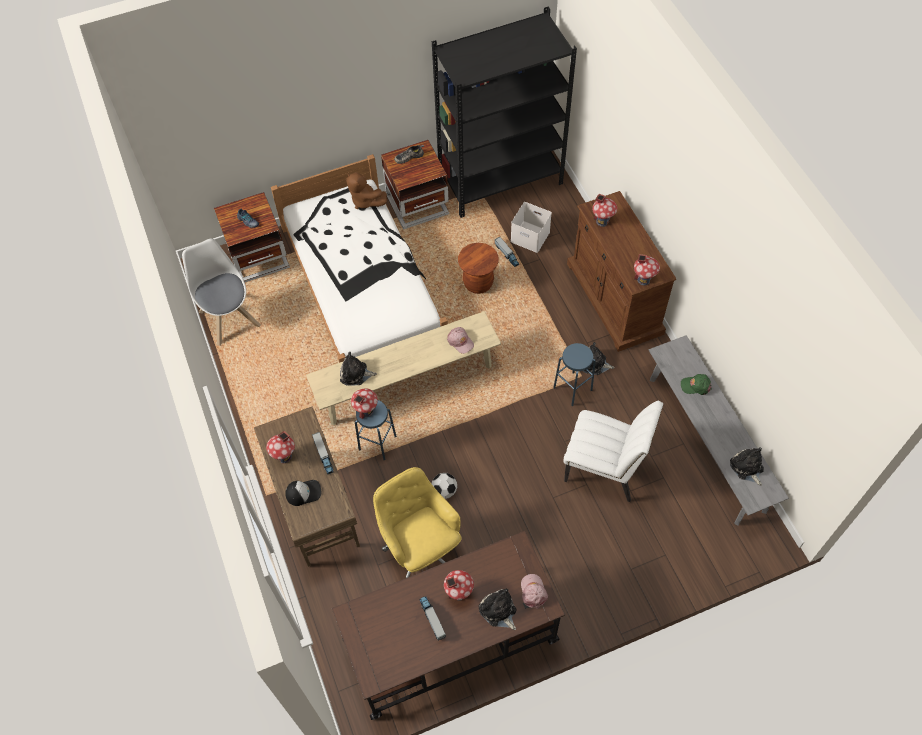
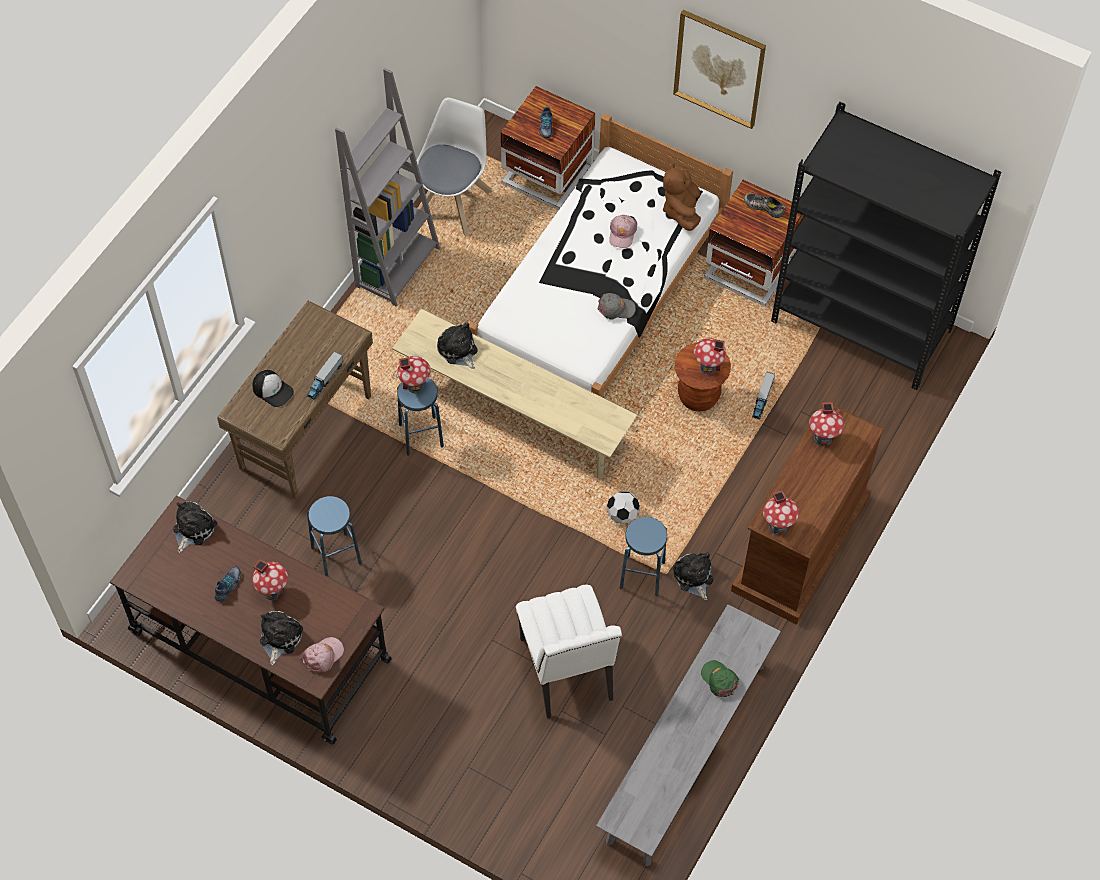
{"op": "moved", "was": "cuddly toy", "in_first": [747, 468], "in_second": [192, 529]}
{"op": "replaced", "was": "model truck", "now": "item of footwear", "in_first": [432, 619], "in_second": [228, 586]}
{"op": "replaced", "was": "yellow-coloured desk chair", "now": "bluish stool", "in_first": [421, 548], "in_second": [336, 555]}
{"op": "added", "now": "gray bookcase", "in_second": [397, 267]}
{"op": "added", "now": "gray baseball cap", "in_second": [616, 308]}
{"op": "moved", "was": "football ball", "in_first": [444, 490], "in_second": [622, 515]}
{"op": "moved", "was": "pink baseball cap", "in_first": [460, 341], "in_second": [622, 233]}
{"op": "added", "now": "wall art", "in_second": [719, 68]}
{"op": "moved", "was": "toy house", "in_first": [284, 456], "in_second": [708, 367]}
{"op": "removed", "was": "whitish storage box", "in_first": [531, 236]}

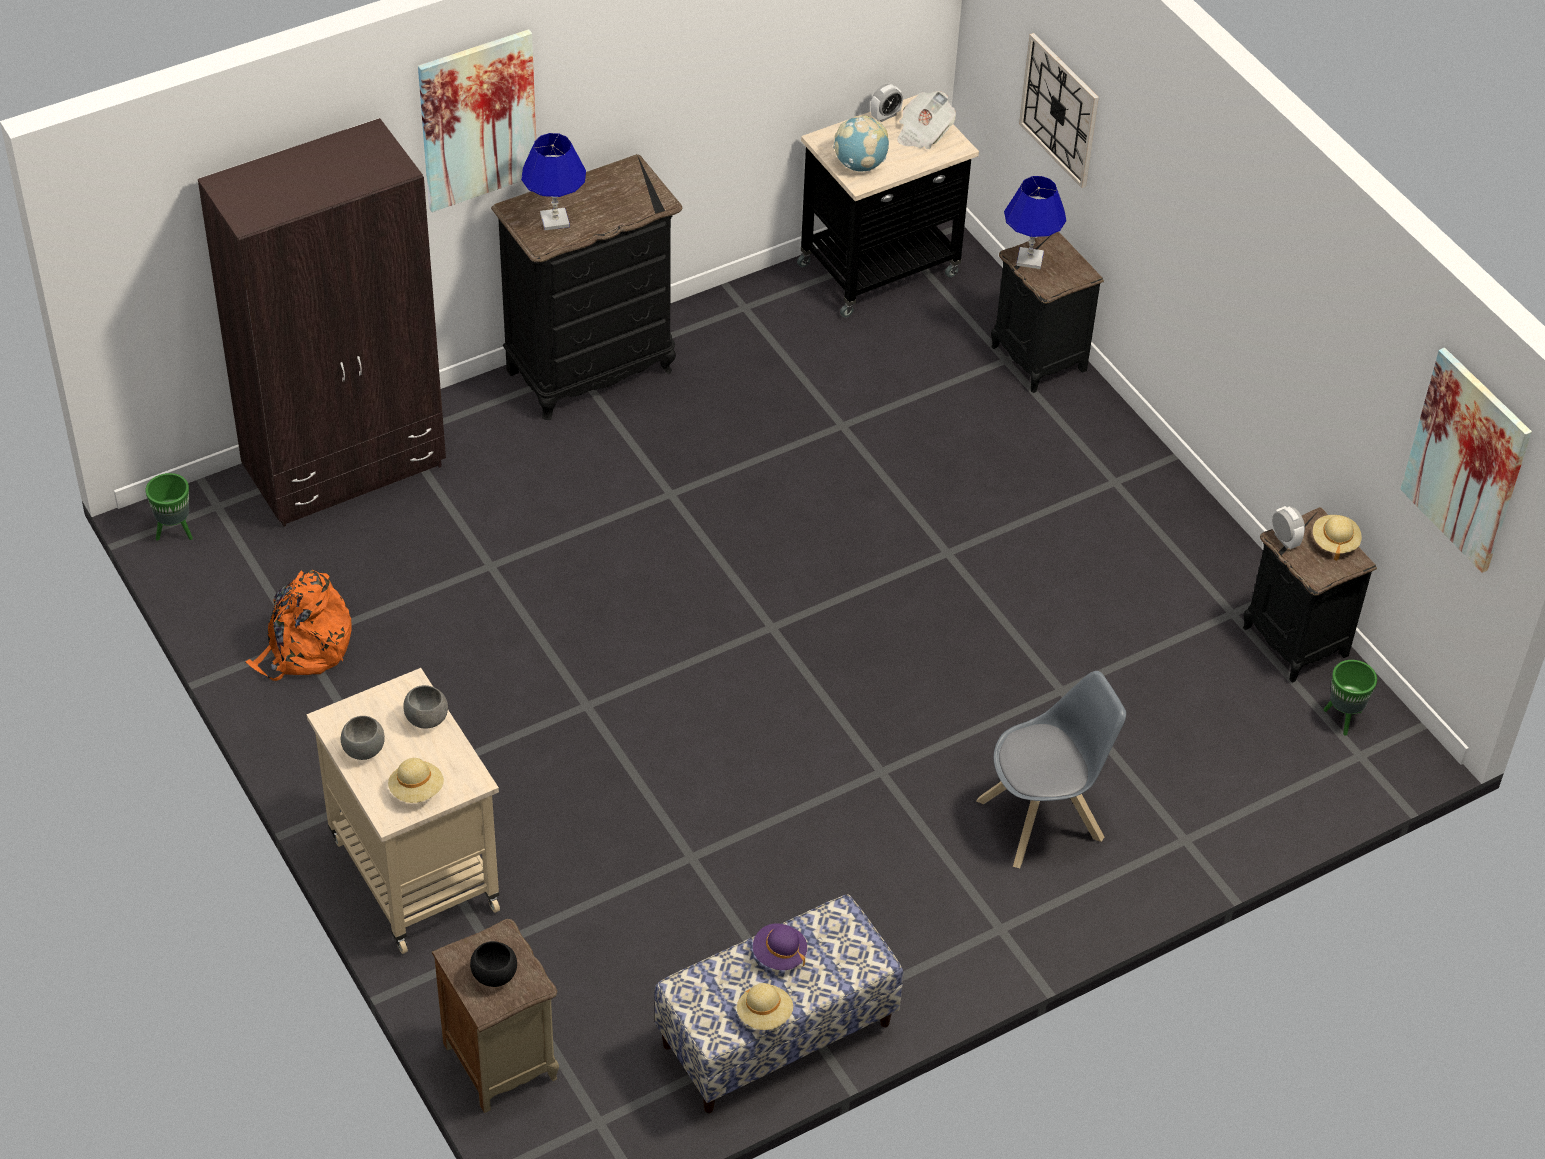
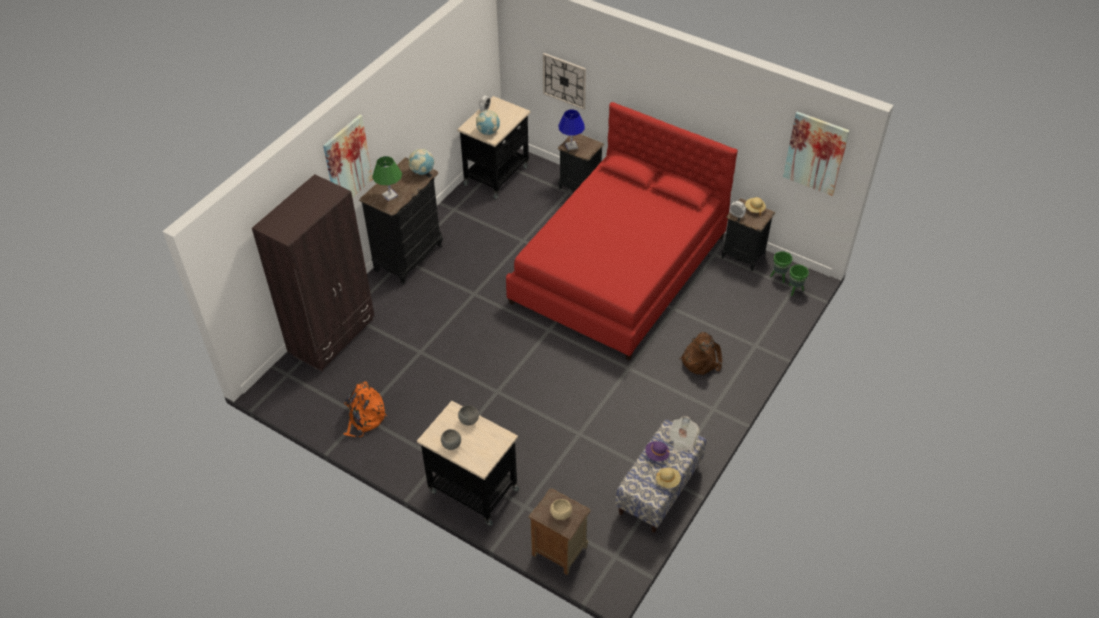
{"op": "recoloured", "was": "bluish table lamp", "now": "green table lamp", "in_first": [555, 220], "in_second": [390, 195]}
{"op": "added", "now": "desk globe", "in_second": [422, 171]}
{"op": "recoloured", "was": "beige-coloured wheeled cart", "now": "black-coloured wheeled cart", "in_first": [413, 873], "in_second": [472, 490]}
{"op": "added", "now": "reddish sleeping bed", "in_second": [619, 269]}
{"op": "recoloured", "was": "black-coloured bowl", "now": "beige-coloured bowl", "in_first": [494, 976], "in_second": [561, 514]}
{"op": "moved", "was": "newspaper", "in_first": [923, 133], "in_second": [682, 440]}
{"op": "replaced", "was": "gray chair", "now": "brown knapsack", "in_first": [1043, 818], "in_second": [700, 359]}
{"op": "moved", "was": "green flower pot", "in_first": [174, 532], "in_second": [794, 290]}
{"op": "removed", "was": "beige-coloured clothing hat", "in_first": [417, 790]}

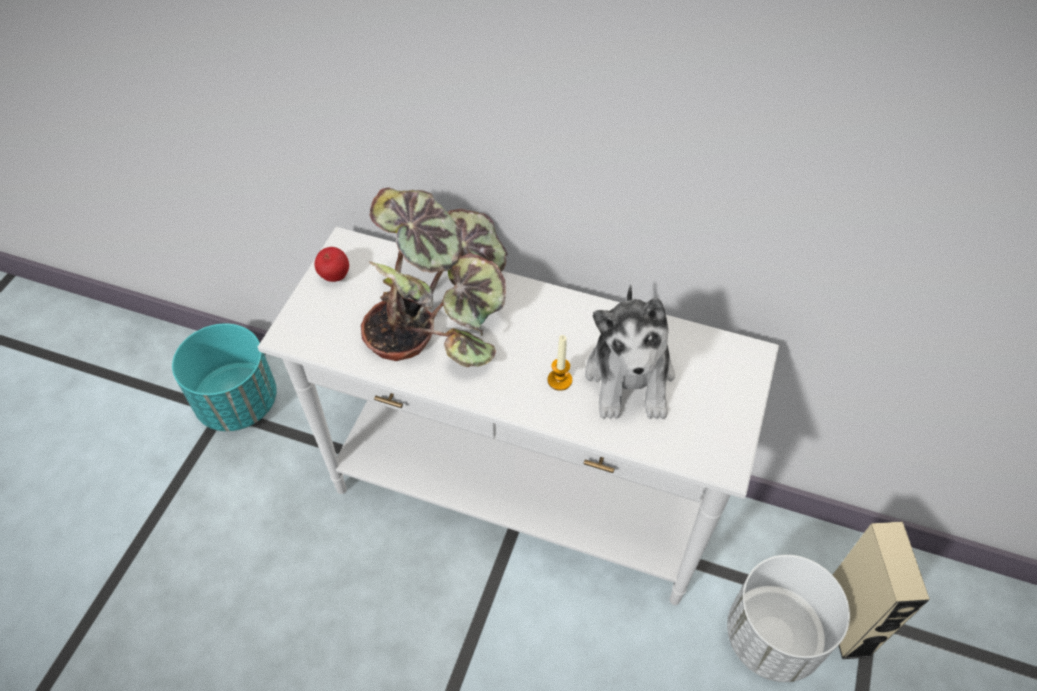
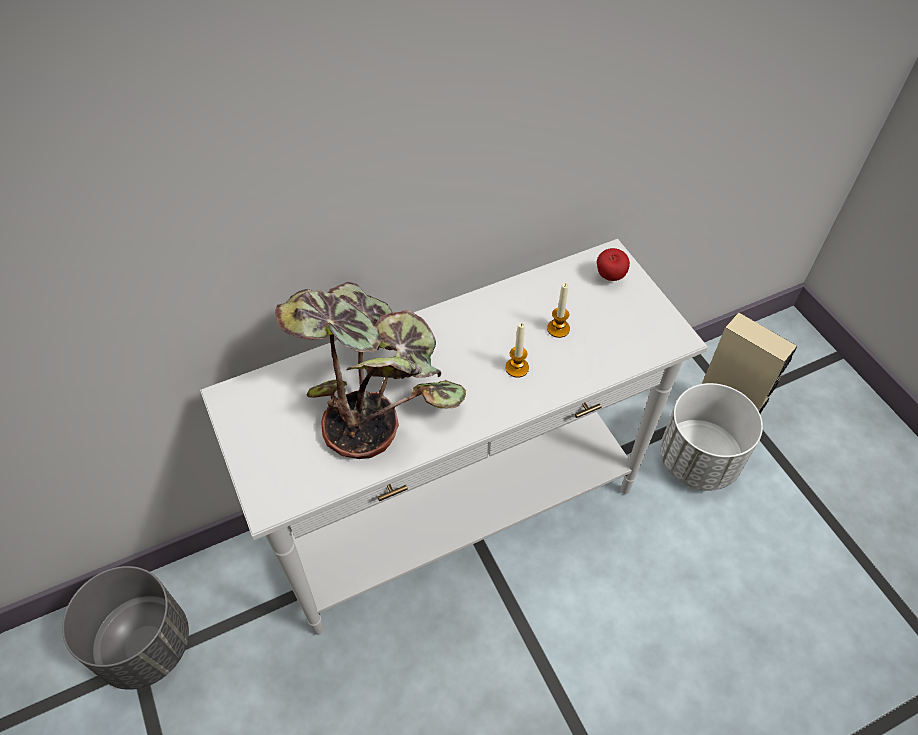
{"op": "recoloured", "was": "blue-green flower pot", "now": "gray flower pot", "in_first": [238, 402], "in_second": [145, 644]}
{"op": "replaced", "was": "cuddly toy", "now": "candle", "in_first": [630, 377], "in_second": [558, 329]}
{"op": "moved", "was": "apple fruit", "in_first": [335, 277], "in_second": [609, 277]}

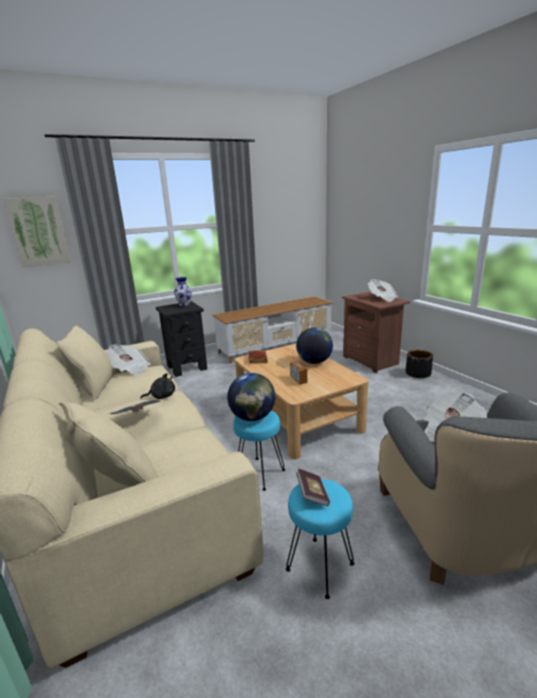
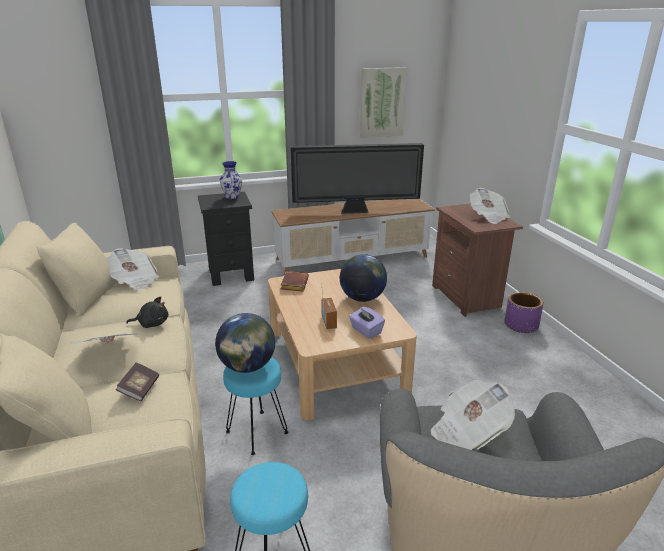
{"op": "moved", "was": "book", "in_first": [312, 494], "in_second": [140, 389]}
{"op": "added", "now": "TV", "in_second": [356, 211]}
{"op": "added", "now": "purple-coloured tissue box", "in_second": [366, 330]}
{"op": "moved", "was": "wall art", "in_first": [39, 232], "in_second": [382, 103]}
{"op": "recoloured", "was": "black-coloured flower pot", "now": "purple-coloured flower pot", "in_first": [417, 373], "in_second": [520, 325]}

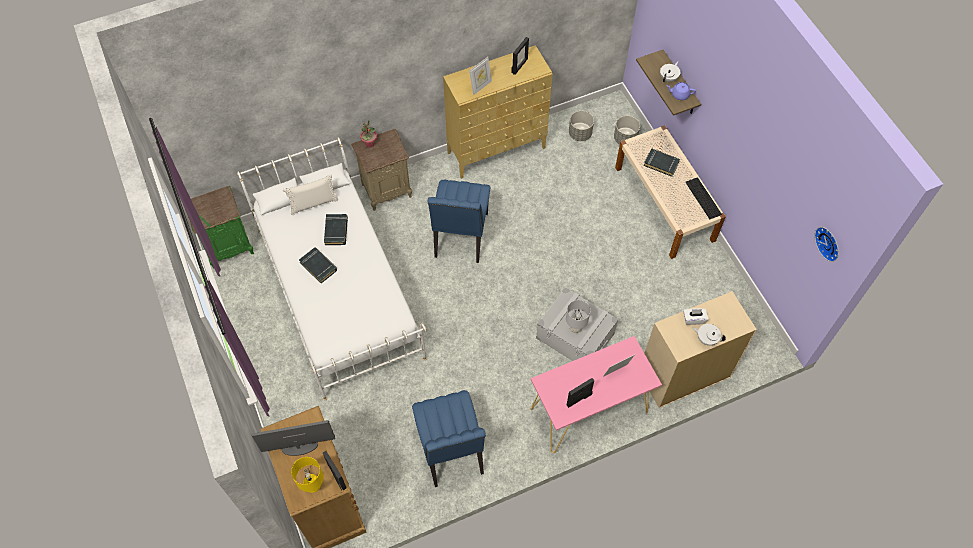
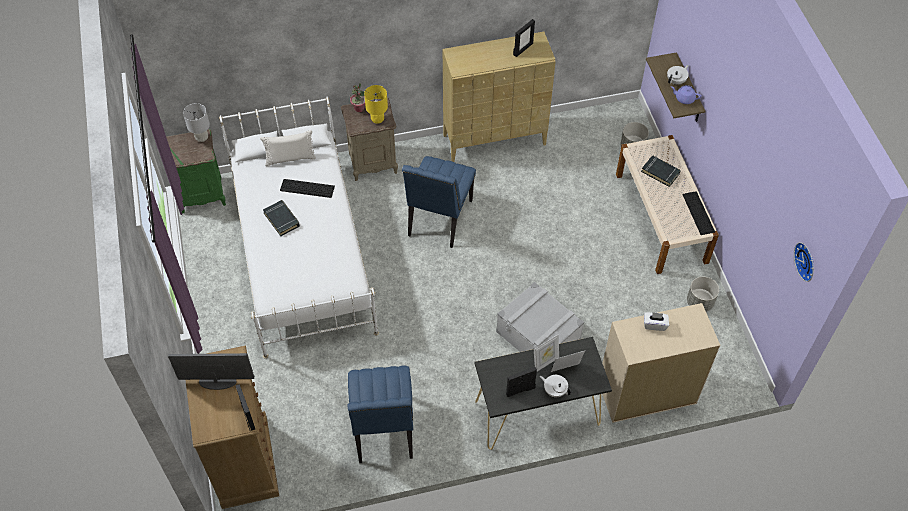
{"op": "moved", "was": "gray table lamp", "in_first": [576, 328], "in_second": [202, 138]}
{"op": "replaced", "was": "black-coloured book", "now": "keyboard", "in_first": [336, 231], "in_second": [307, 188]}
{"op": "moved", "was": "yellow-coloured table lamp", "in_first": [312, 485], "in_second": [377, 119]}
{"op": "recoloured", "was": "pink narrow table", "now": "black-coloured narrow table", "in_first": [588, 410], "in_second": [536, 413]}
{"op": "moved", "was": "picture frame", "in_first": [480, 86], "in_second": [545, 362]}
{"op": "moved", "was": "whitish teapot", "in_first": [706, 338], "in_second": [554, 390]}
{"op": "moved", "was": "gray flower pot", "in_first": [580, 134], "in_second": [700, 302]}

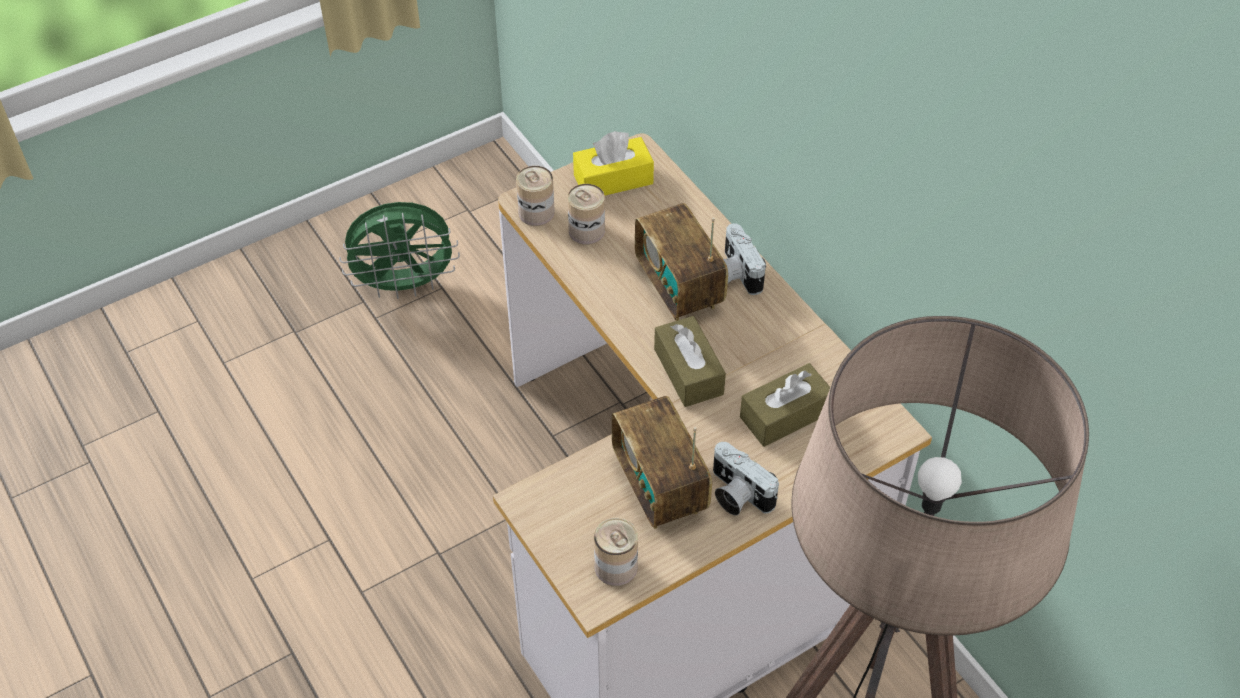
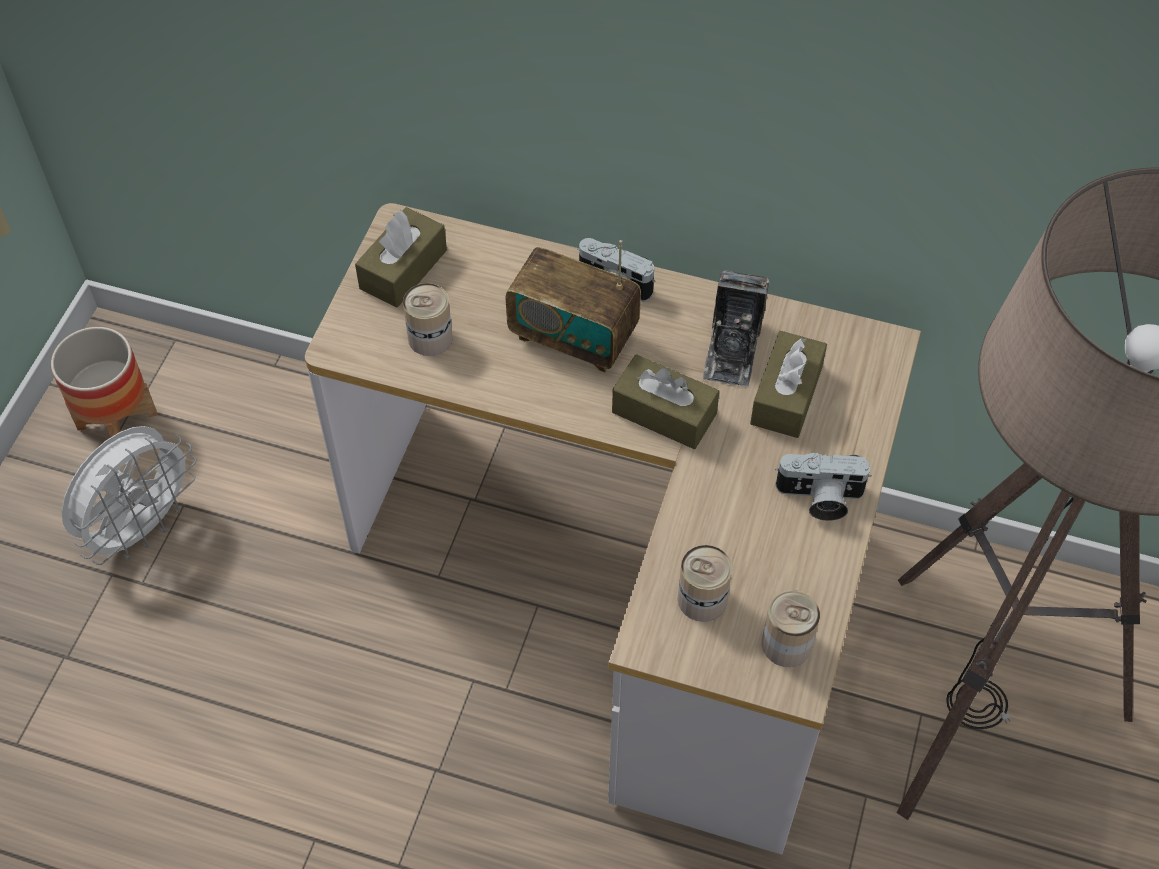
{"op": "added", "now": "flower pot", "in_second": [117, 421]}
{"op": "recoloured", "was": "green cooling fan", "now": "whitish cooling fan", "in_first": [405, 285], "in_second": [141, 527]}
{"op": "recoloured", "was": "yellow-coloured tissue box", "now": "brown tissue box", "in_first": [613, 179], "in_second": [403, 269]}
{"op": "moved", "was": "sealed can", "in_first": [536, 212], "in_second": [702, 599]}
{"op": "added", "now": "photo camera", "in_second": [732, 349]}
{"op": "removed", "was": "radio", "in_first": [659, 486]}

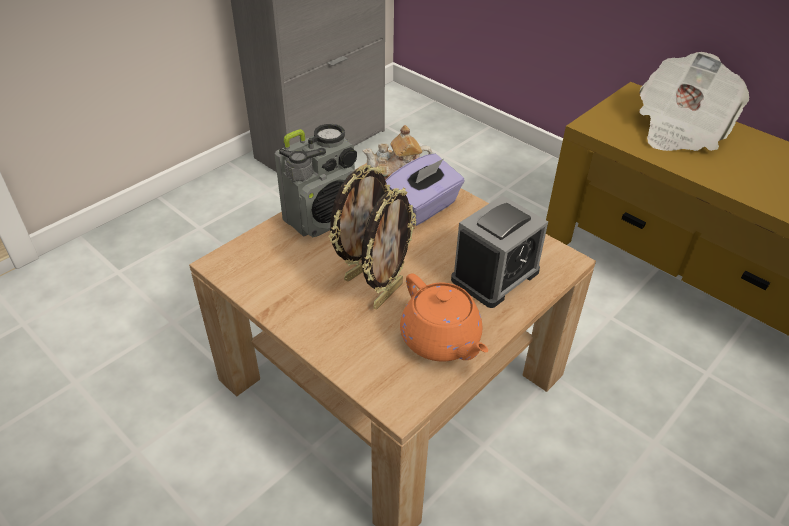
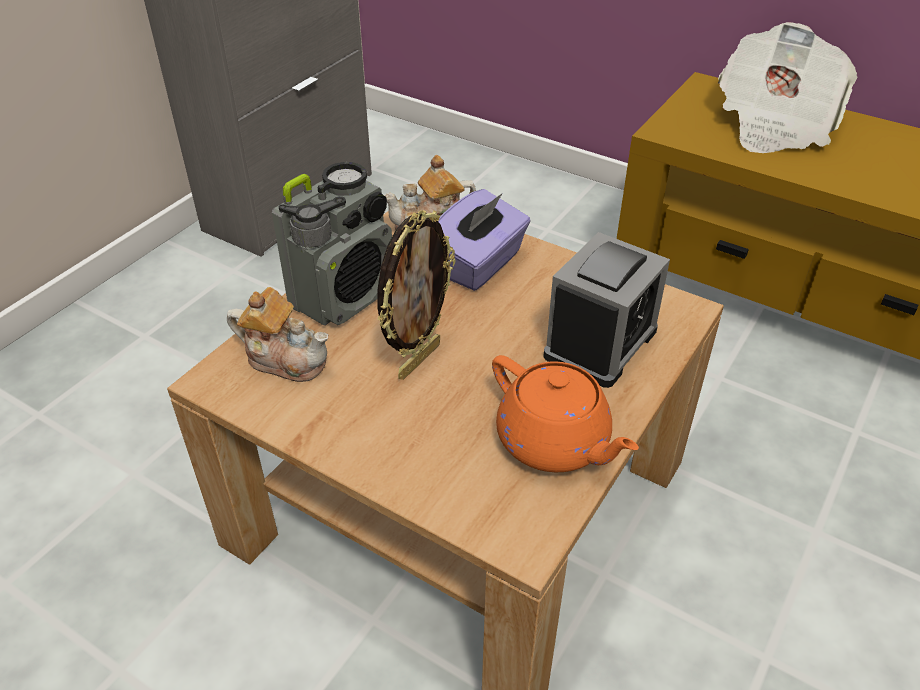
{"op": "added", "now": "teapot", "in_second": [285, 359]}
{"op": "removed", "was": "picture frame", "in_first": [387, 294]}

